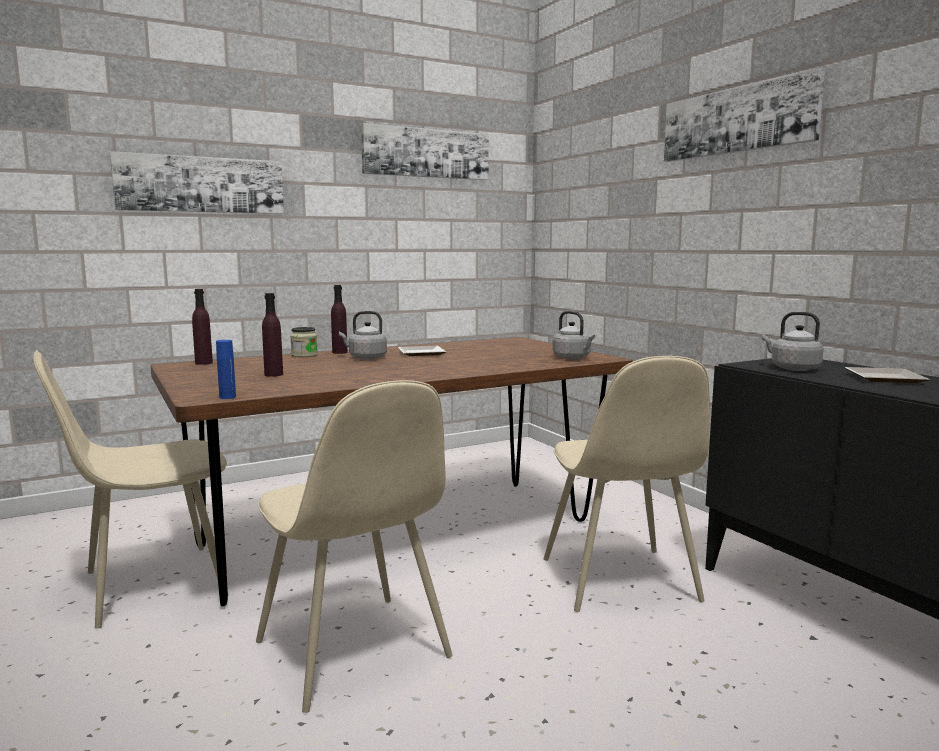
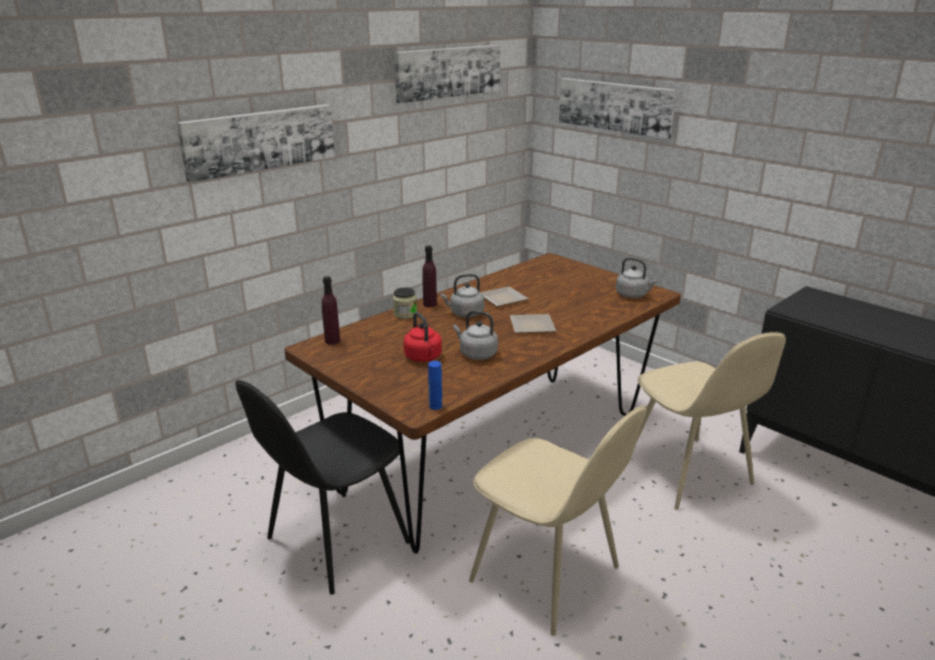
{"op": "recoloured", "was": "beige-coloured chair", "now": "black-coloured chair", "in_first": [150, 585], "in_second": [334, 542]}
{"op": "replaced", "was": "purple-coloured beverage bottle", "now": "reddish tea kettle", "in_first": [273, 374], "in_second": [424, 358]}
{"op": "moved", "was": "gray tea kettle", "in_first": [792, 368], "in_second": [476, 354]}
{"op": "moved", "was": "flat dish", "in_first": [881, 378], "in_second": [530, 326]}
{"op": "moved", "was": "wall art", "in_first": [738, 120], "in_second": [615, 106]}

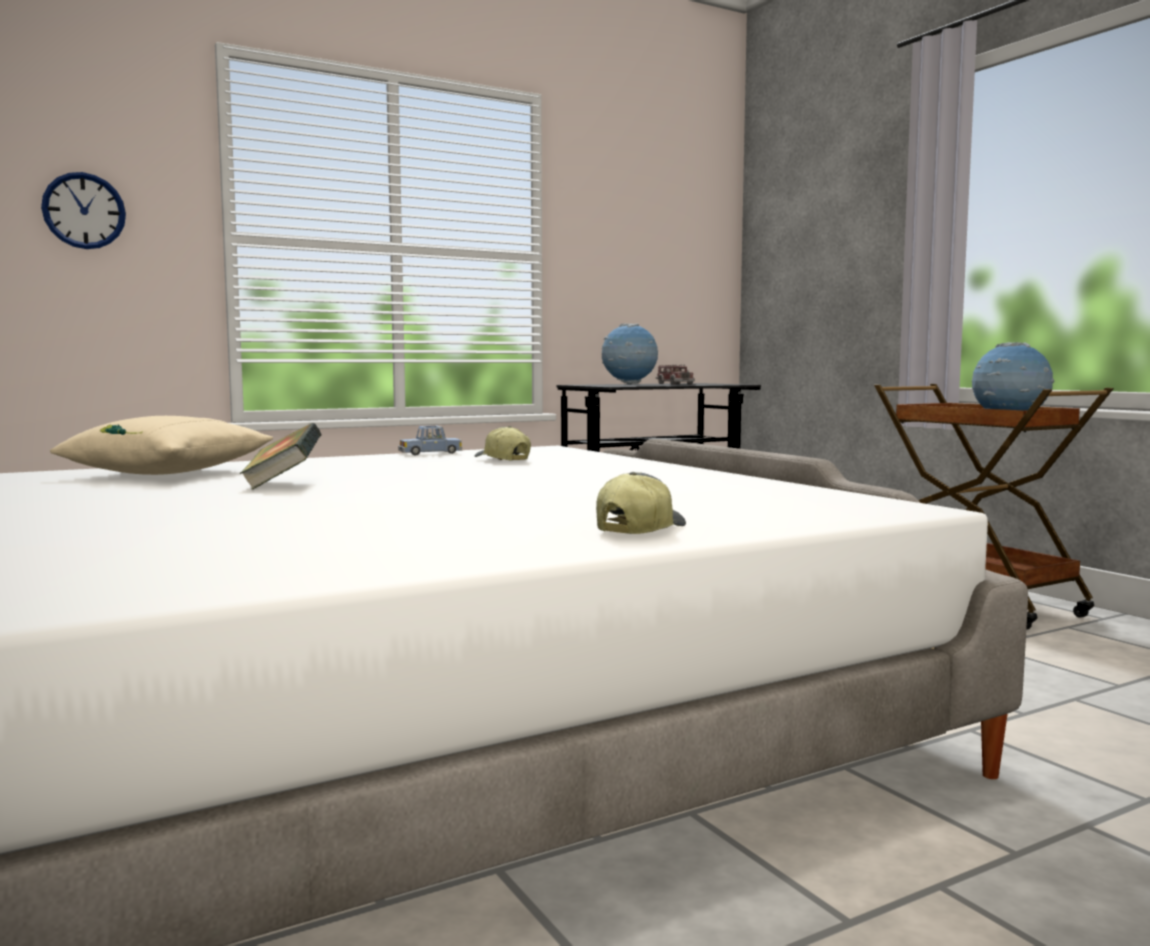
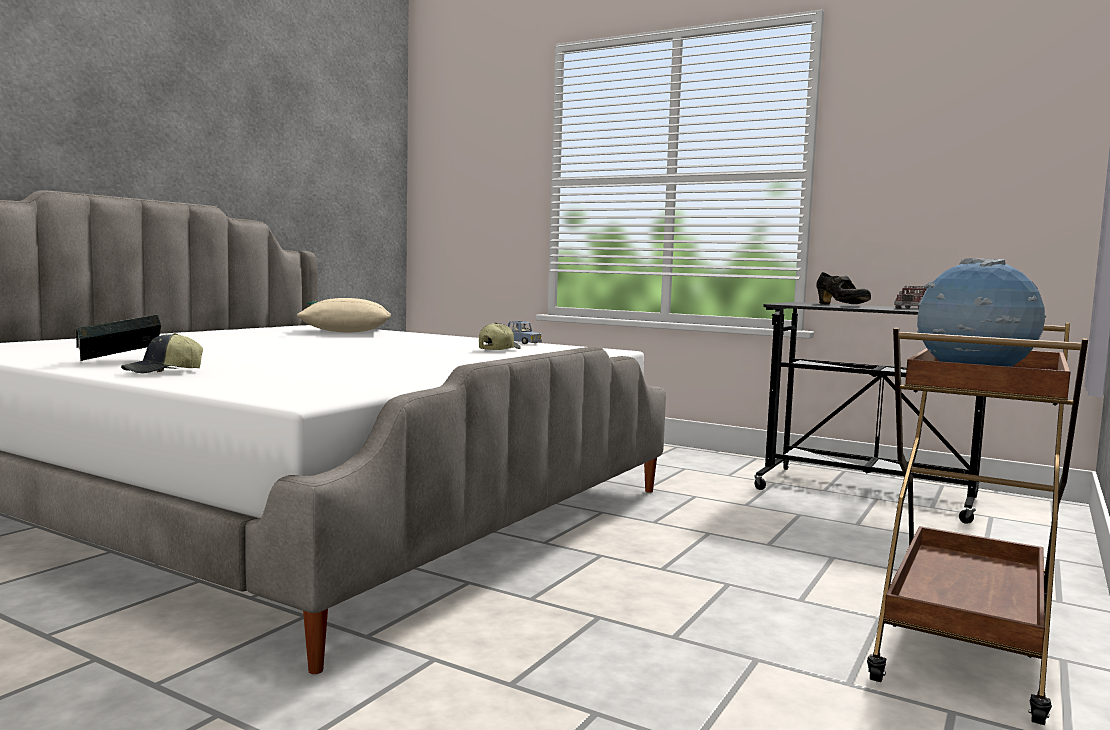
{"op": "moved", "was": "book", "in_first": [283, 484], "in_second": [119, 361]}
{"op": "turned", "was": "baseball cap", "in_first": [638, 529], "in_second": [163, 372], "clockwise": 135}
{"op": "replaced", "was": "desk globe", "now": "black-coloured item of footwear", "in_first": [629, 384], "in_second": [841, 305]}
{"op": "removed", "was": "wall clock", "in_first": [84, 211]}

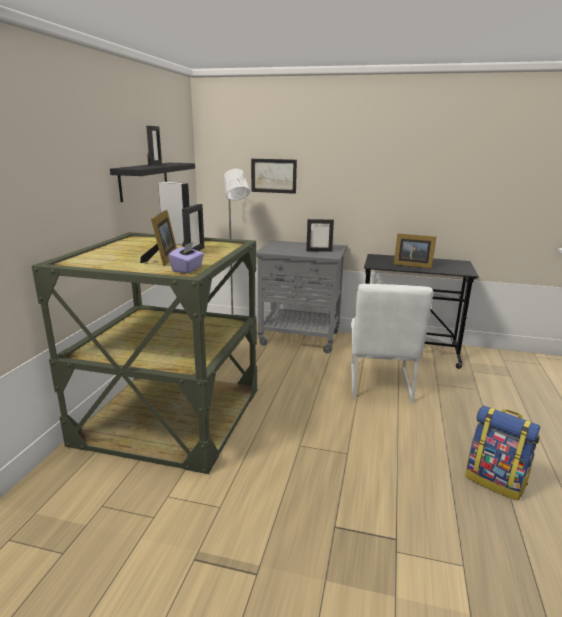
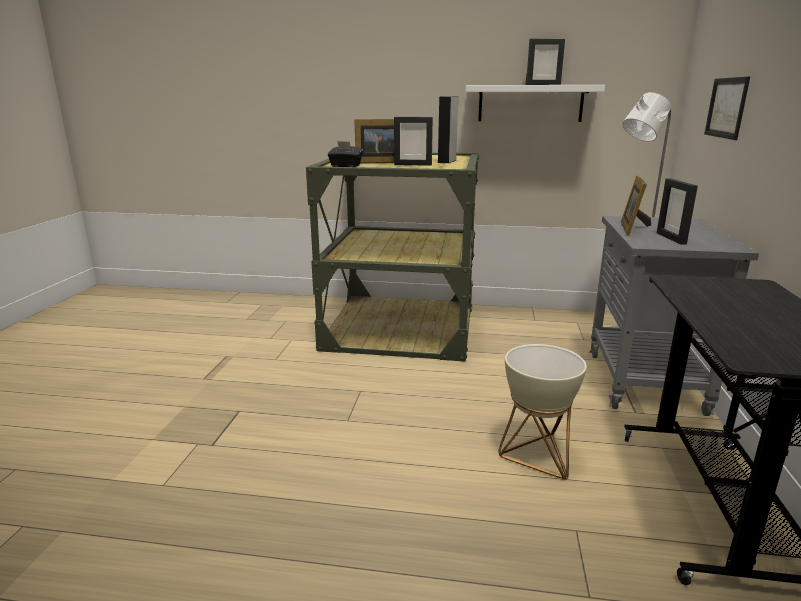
{"op": "recoloured", "was": "purple-coloured tissue box", "now": "black-coloured tissue box", "in_first": [187, 269], "in_second": [345, 166]}
{"op": "recoloured", "was": "black-coloured wall shelf", "now": "whitish wall shelf", "in_first": [144, 181], "in_second": [530, 103]}
{"op": "replaced", "was": "whitish chair", "now": "flower pot", "in_first": [379, 383], "in_second": [535, 456]}
{"op": "moved", "was": "picture frame", "in_first": [411, 265], "in_second": [632, 228]}
{"op": "removed", "was": "knapsack", "in_first": [495, 481]}

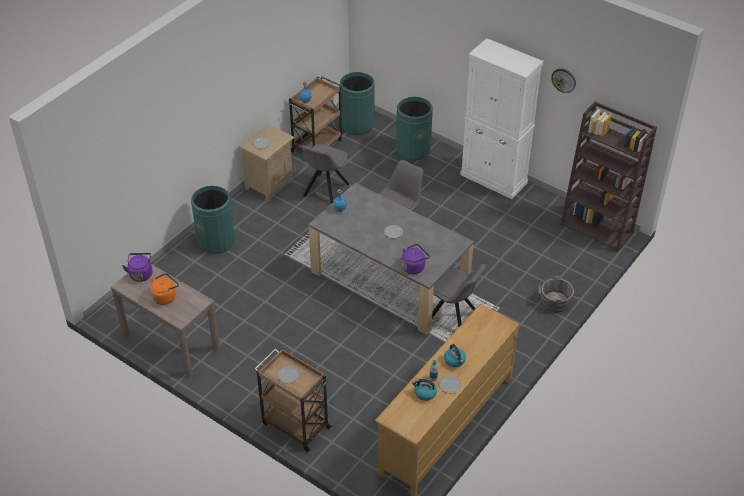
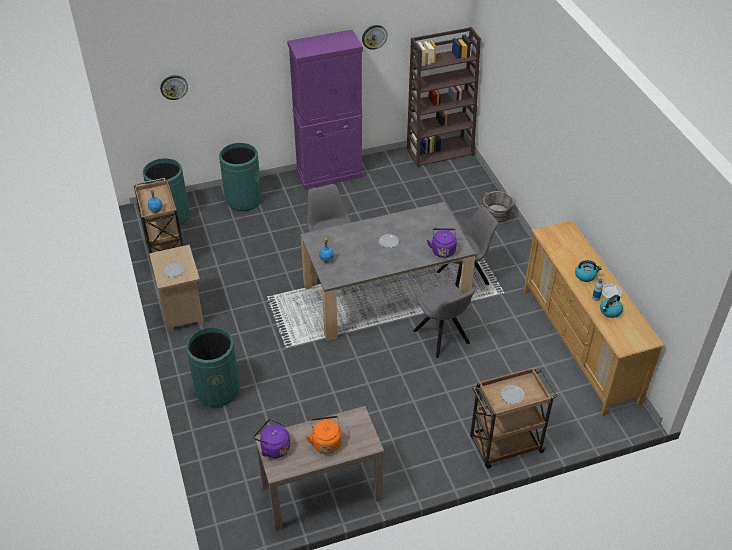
{"op": "added", "now": "wall clock", "in_second": [174, 87]}
{"op": "recoloured", "was": "whitish storage cabinet", "now": "purple-coloured storage cabinet", "in_first": [494, 179], "in_second": [329, 174]}
{"op": "moved", "was": "gray chair", "in_first": [325, 190], "in_second": [442, 337]}

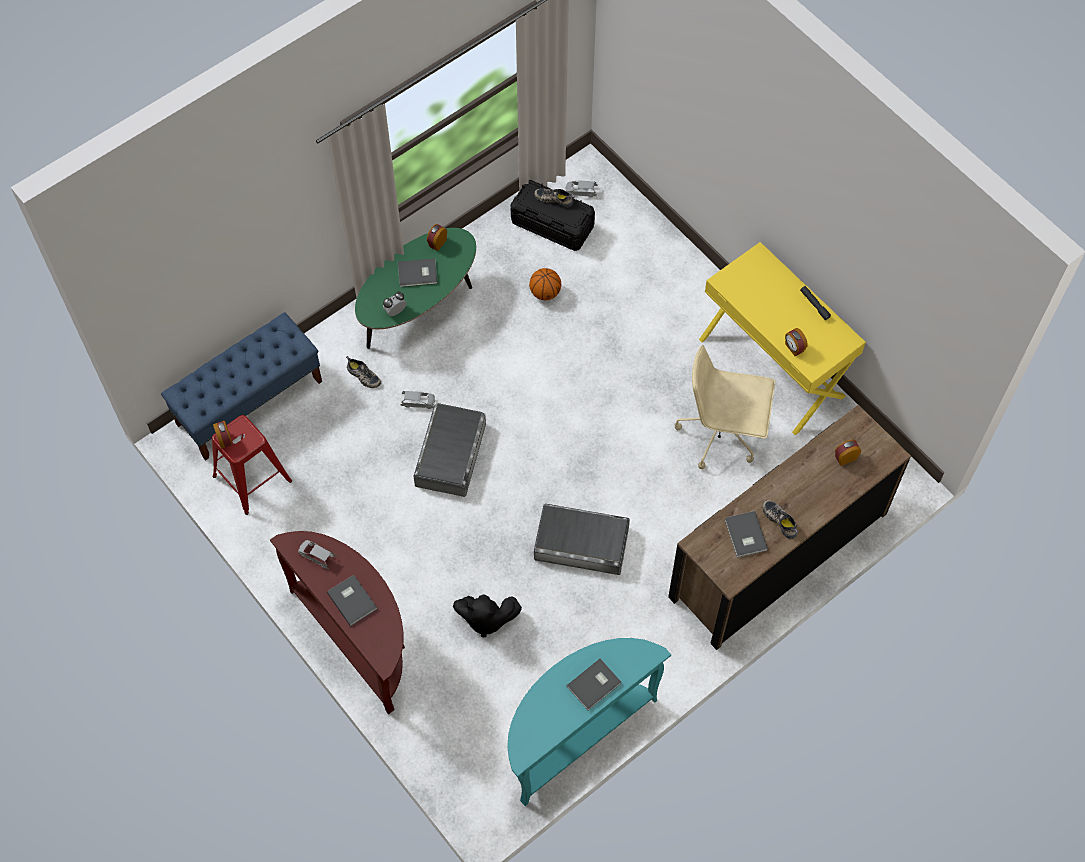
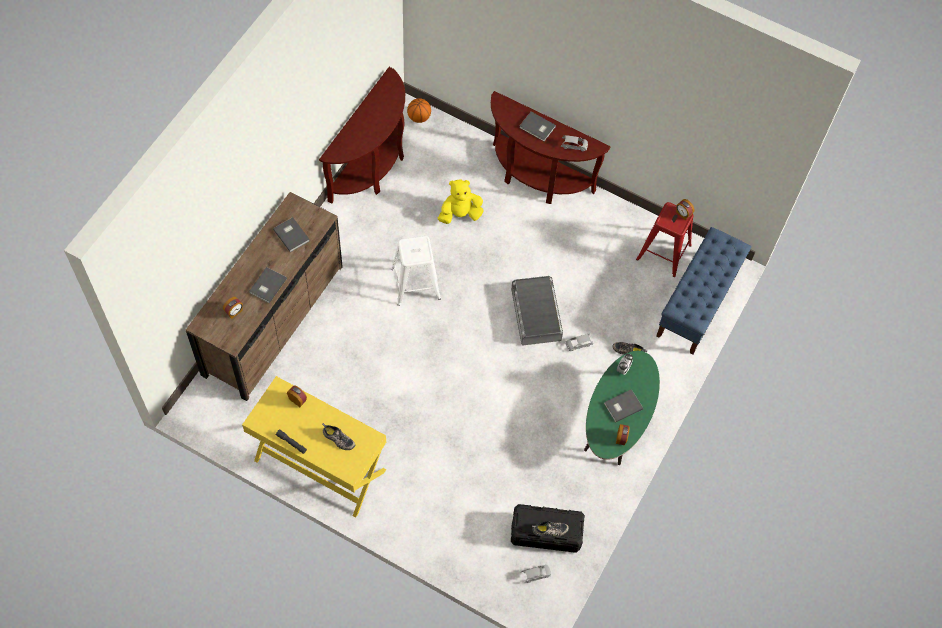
{"op": "moved", "was": "gray book", "in_first": [595, 685], "in_second": [267, 285]}
{"op": "recoloured", "was": "blue-green narrow table", "now": "brown narrow table", "in_first": [576, 733], "in_second": [372, 167]}
{"op": "moved", "was": "item of footwear", "in_first": [781, 520], "in_second": [338, 439]}
{"op": "replaced", "was": "gray storage box", "now": "whitish stool", "in_first": [581, 543], "in_second": [416, 283]}
{"op": "moved", "was": "ball for basketball", "in_first": [545, 293], "in_second": [419, 117]}
{"op": "recoloured", "was": "black-coloured cuddly toy", "now": "yellow-coloured cuddly toy", "in_first": [485, 619], "in_second": [460, 214]}
{"op": "removed", "was": "beige-coloured desk chair", "in_first": [723, 435]}

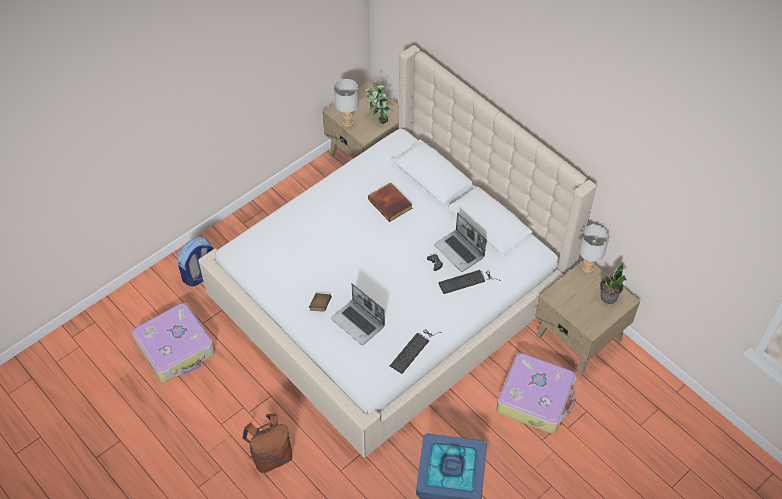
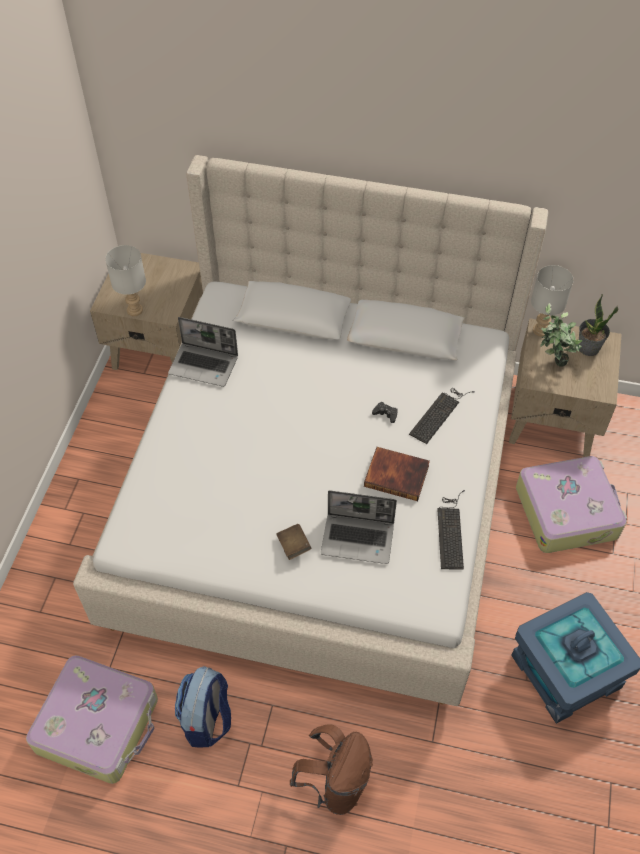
{"op": "moved", "was": "portable computer", "in_first": [460, 251], "in_second": [204, 365]}
{"op": "moved", "was": "knapsack", "in_first": [200, 274], "in_second": [207, 720]}
{"op": "moved", "was": "book", "in_first": [391, 203], "in_second": [397, 475]}
{"op": "moved", "was": "plant in a pot", "in_first": [378, 119], "in_second": [552, 363]}

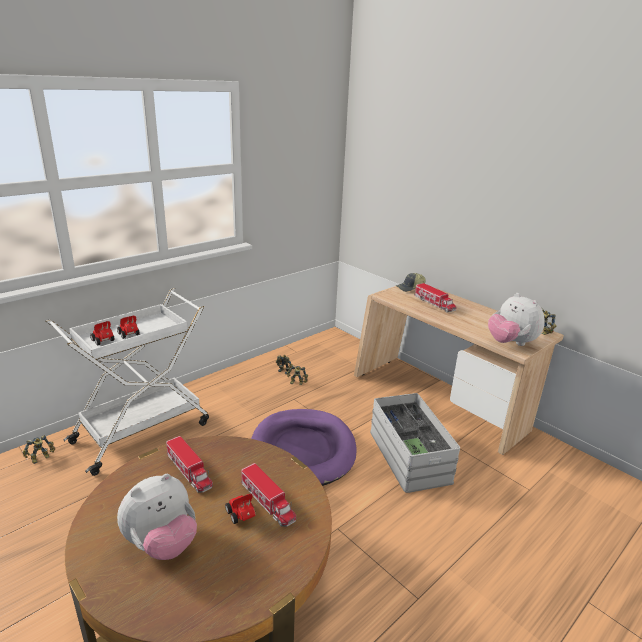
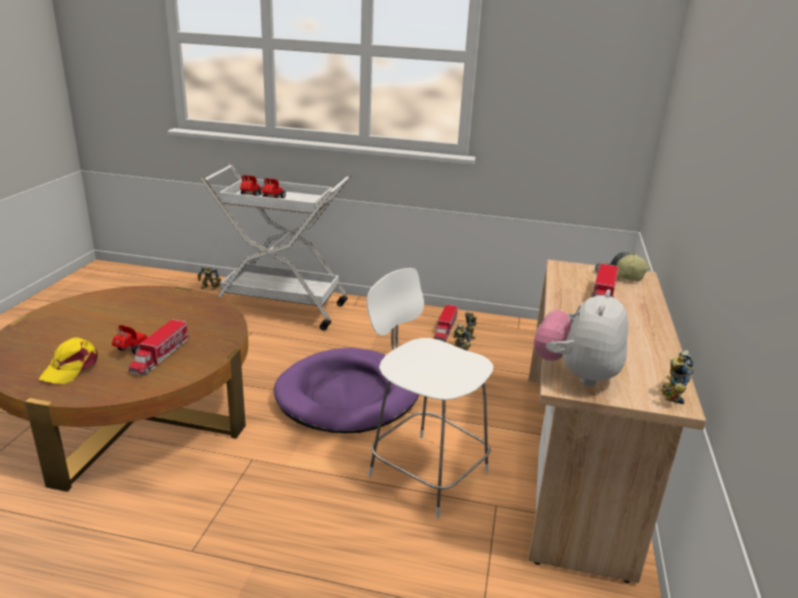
{"op": "added", "now": "yellow-coloured baseball cap", "in_second": [71, 367]}
{"op": "replaced", "was": "gray storage box", "now": "whitish chair", "in_first": [408, 455], "in_second": [425, 471]}
{"op": "moved", "was": "model truck", "in_first": [189, 471], "in_second": [445, 330]}
{"op": "removed", "was": "cuddly toy", "in_first": [162, 543]}

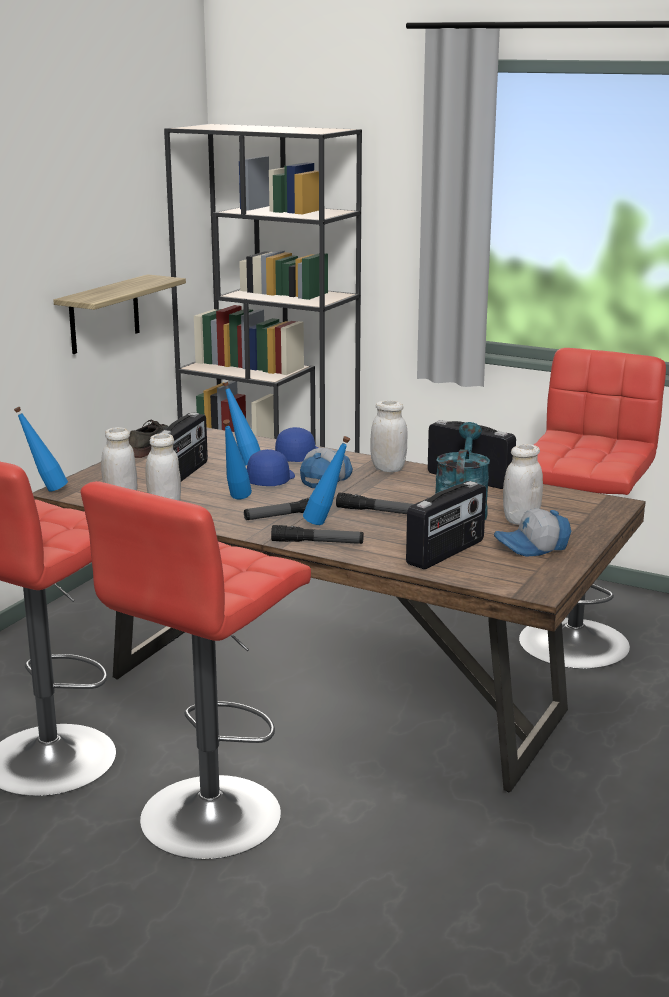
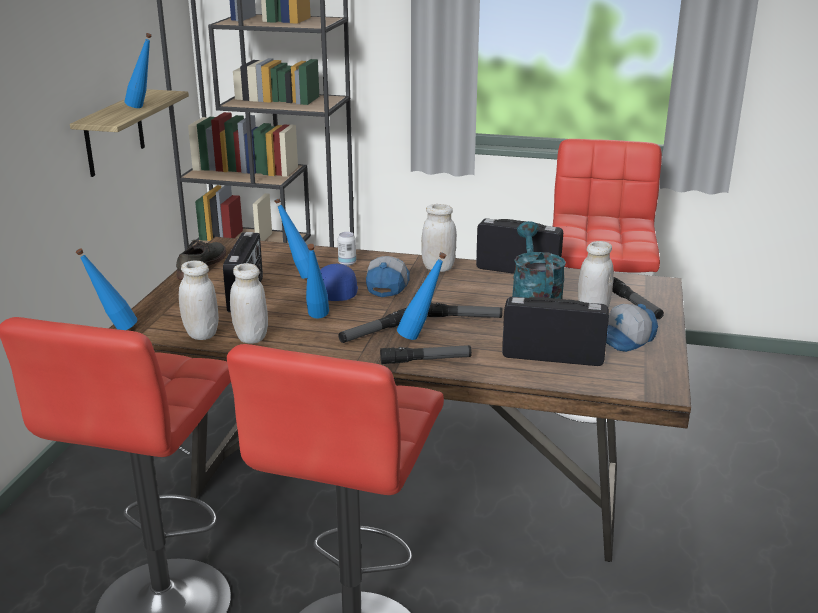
{"op": "added", "now": "bluish beverage bottle", "in_second": [143, 107]}
{"op": "replaced", "was": "bluish baseball cap", "now": "sealed can", "in_first": [298, 457], "in_second": [347, 263]}
{"op": "turned", "was": "radio", "in_first": [446, 553], "in_second": [552, 356], "clockwise": -105}
{"op": "added", "now": "torch", "in_second": [634, 304]}

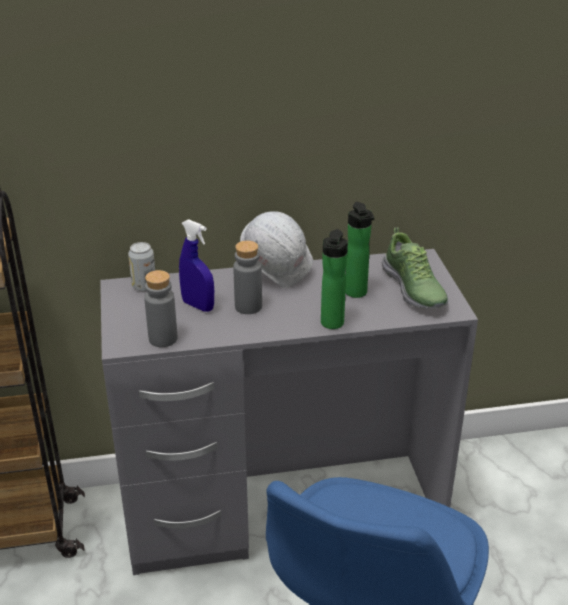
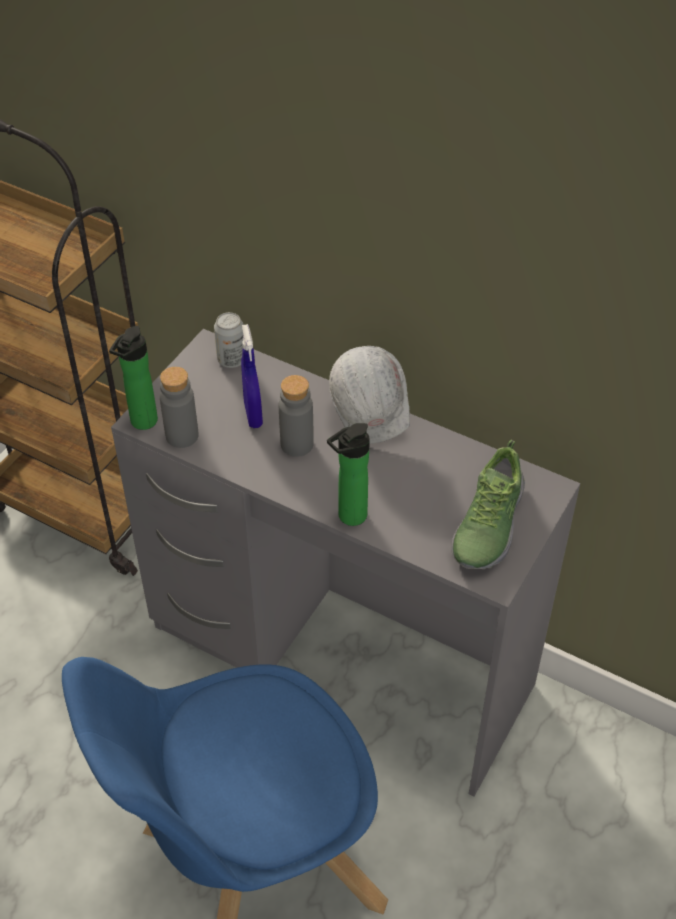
{"op": "moved", "was": "beverage bottle", "in_first": [357, 294], "in_second": [141, 423]}

